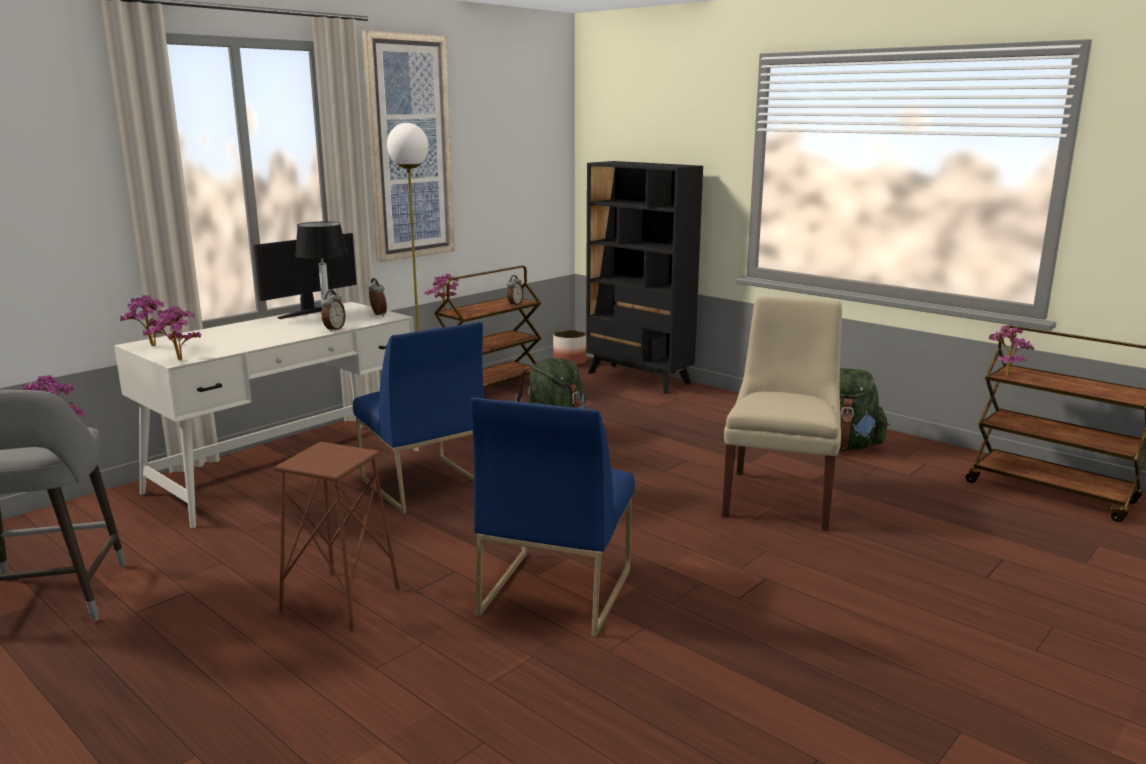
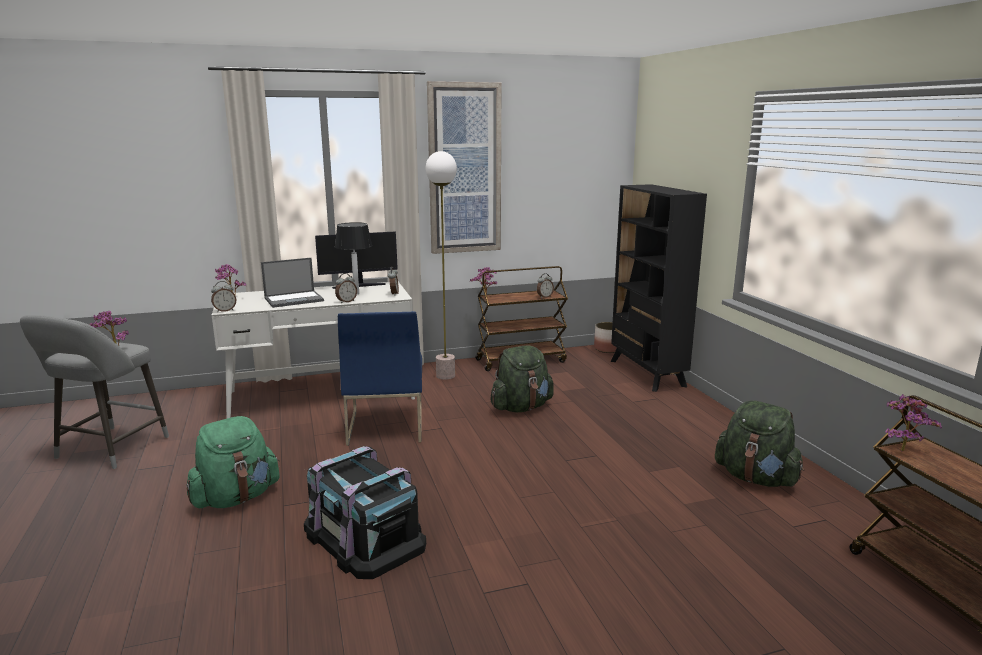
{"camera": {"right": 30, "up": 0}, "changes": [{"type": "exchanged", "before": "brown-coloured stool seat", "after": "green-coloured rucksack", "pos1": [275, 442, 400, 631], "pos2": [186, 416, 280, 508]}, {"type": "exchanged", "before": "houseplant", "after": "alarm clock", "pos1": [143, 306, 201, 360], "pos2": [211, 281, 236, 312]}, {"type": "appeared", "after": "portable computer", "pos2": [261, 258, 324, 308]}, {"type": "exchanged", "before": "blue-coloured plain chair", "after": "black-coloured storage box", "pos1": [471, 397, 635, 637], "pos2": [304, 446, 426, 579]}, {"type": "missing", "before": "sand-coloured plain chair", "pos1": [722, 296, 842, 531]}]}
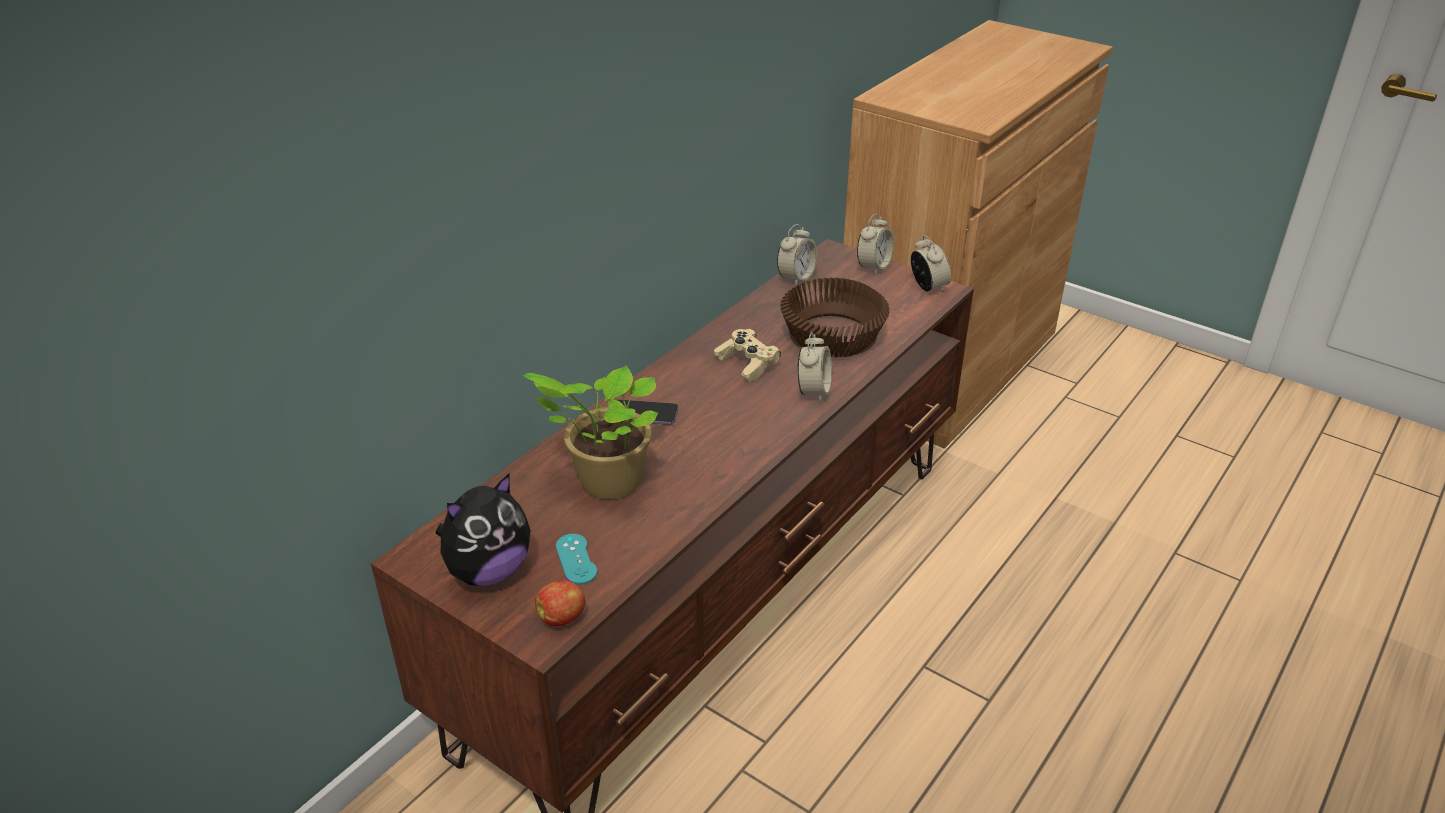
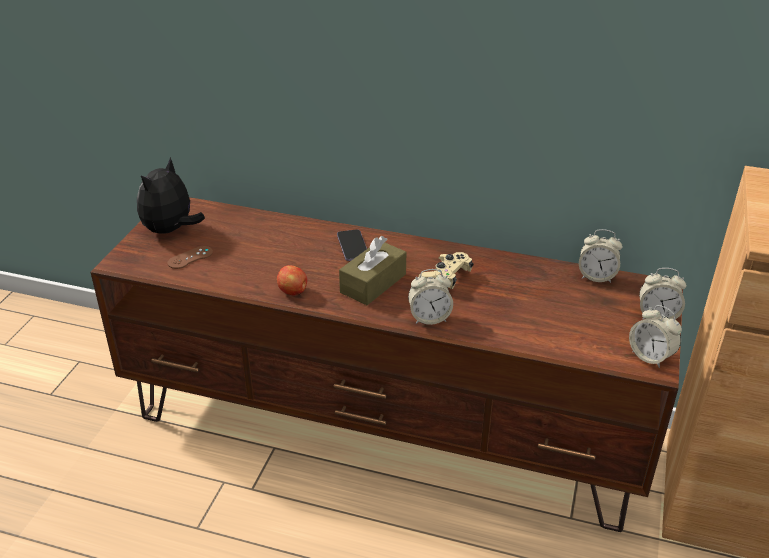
{"camera": {"right": 70, "up": 0}, "changes": [{"type": "spun", "before": "plush toy", "pos1": [436, 474, 531, 586], "pos2": [137, 157, 205, 234], "turn": 90}, {"type": "colour", "before": "turquoise-coloured game controller", "after": "brown-coloured game controller", "pos1": [556, 534, 597, 584], "pos2": [168, 246, 213, 269]}, {"type": "relocated", "before": "apple fruit", "pos1": [535, 580, 585, 626], "pos2": [277, 265, 307, 295]}, {"type": "appeared", "after": "brown-coloured box of tissues", "pos2": [339, 236, 406, 305]}, {"type": "spun", "before": "alarm clock", "pos1": [911, 235, 951, 293], "pos2": [629, 305, 682, 368], "turn": 90}, {"type": "missing", "before": "houseplant", "pos1": [524, 366, 658, 499]}, {"type": "missing", "before": "brown-coloured bowl", "pos1": [780, 278, 890, 358]}]}
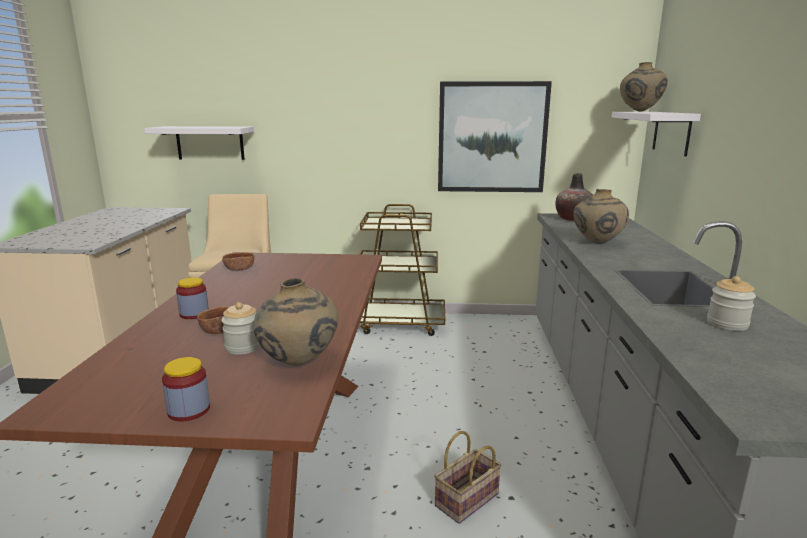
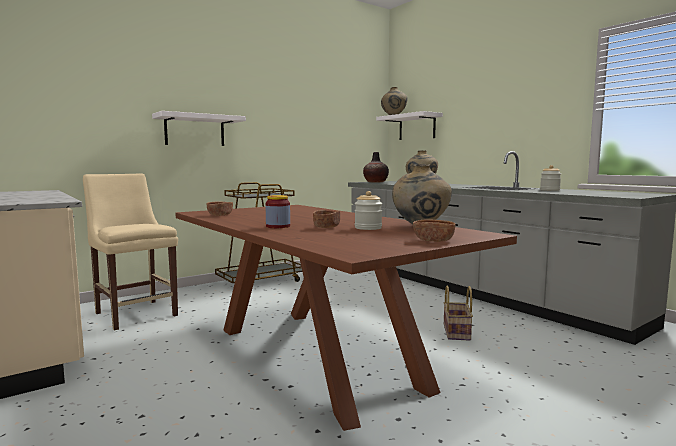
{"camera": {"right": -40, "up": -10}, "changes": [{"type": "relocated", "before": "white wall shelf", "pos1": [144, 126, 254, 160], "pos2": [152, 111, 246, 146]}, {"type": "exchanged", "before": "jar", "after": "brown-coloured bowl", "pos1": [162, 357, 210, 422], "pos2": [413, 219, 456, 242]}, {"type": "missing", "before": "wall art", "pos1": [438, 81, 552, 192]}]}
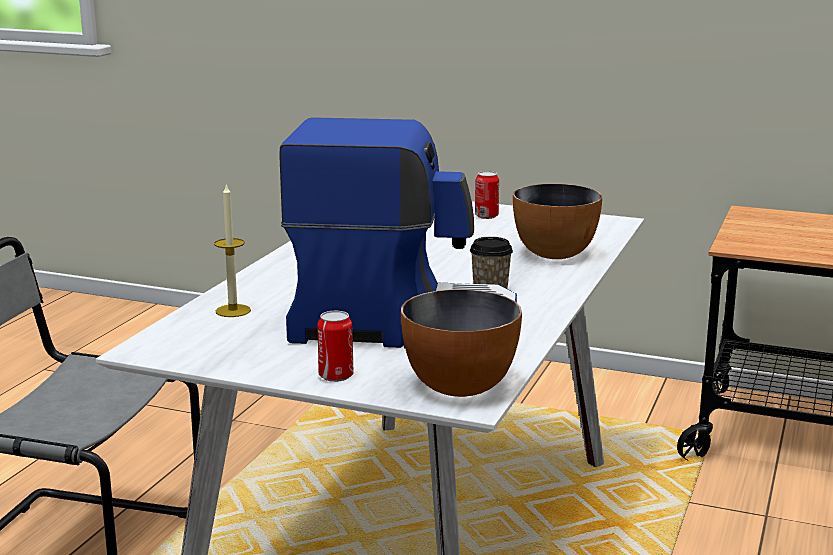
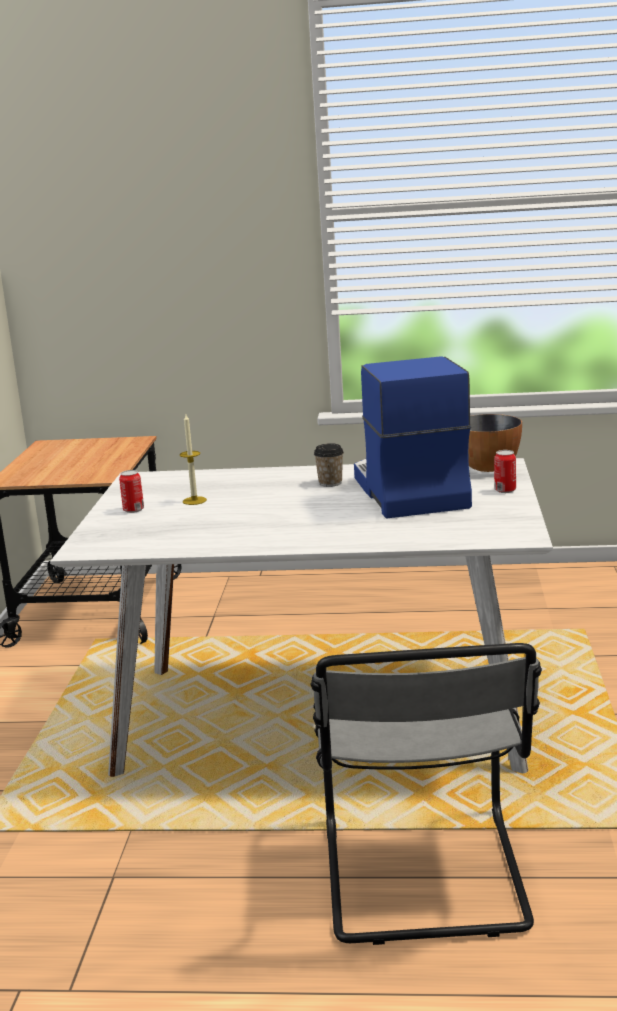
{"camera": {"right": -105, "up": 0}, "changes": [{"type": "relocated", "before": "wax candle", "pos1": [214, 183, 251, 317], "pos2": [180, 414, 207, 505]}, {"type": "missing", "before": "bowl", "pos1": [513, 184, 602, 259]}]}
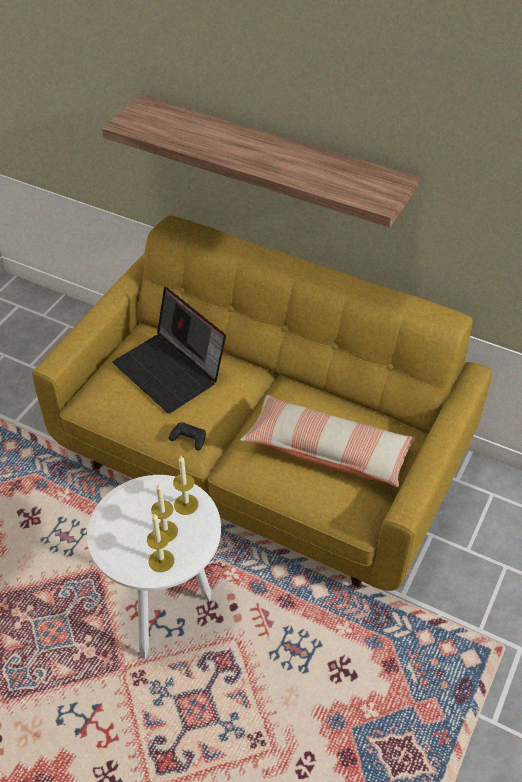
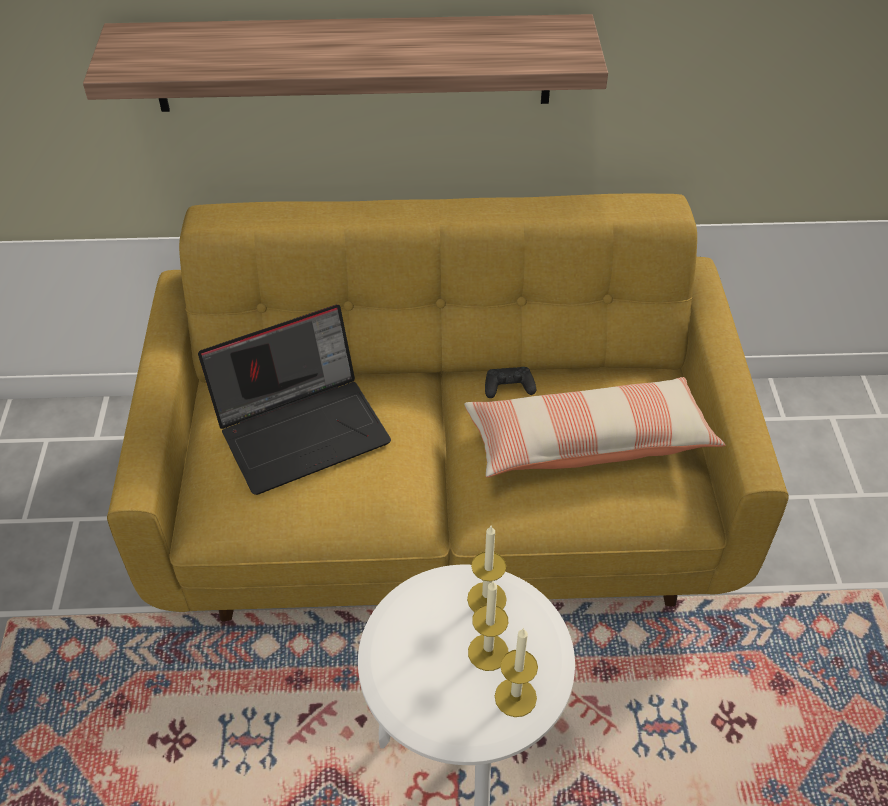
{"camera": {"right": -30, "up": 0}, "changes": [{"type": "spun", "before": "portable computer", "pos1": [112, 287, 226, 414], "pos2": [198, 305, 391, 495], "turn": -45}, {"type": "relocated", "before": "black-coloured game controller", "pos1": [169, 422, 206, 450], "pos2": [485, 367, 536, 398]}]}
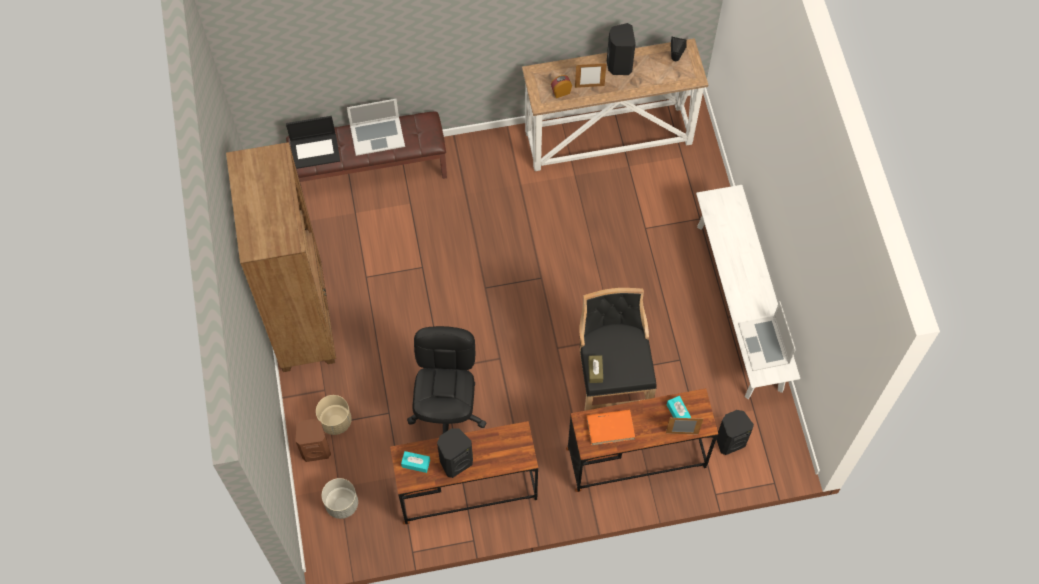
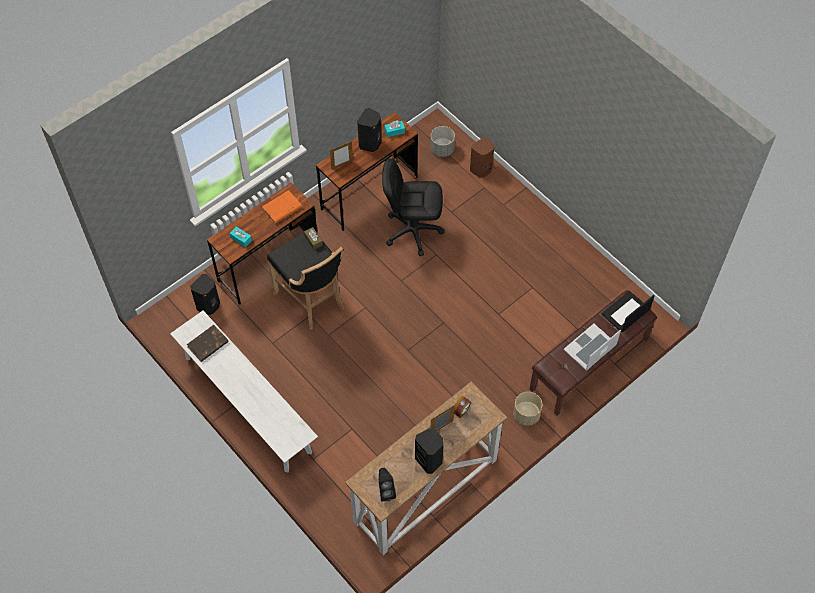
{"camera": {"right": 150, "up": -5}, "changes": [{"type": "exchanged", "before": "portable computer", "after": "brown-coloured volume", "pos1": [738, 301, 796, 371], "pos2": [187, 325, 229, 362]}, {"type": "relocated", "before": "picture frame", "pos1": [666, 418, 703, 434], "pos2": [330, 141, 353, 170]}, {"type": "spun", "before": "black-coloured office chair", "pos1": [407, 326, 486, 434], "pos2": [382, 158, 444, 256], "turn": 120}, {"type": "relocated", "before": "sand-coloured plant pot", "pos1": [316, 395, 352, 435], "pos2": [513, 392, 542, 426]}, {"type": "missing", "before": "brown-coloured shelving unit", "pos1": [226, 142, 336, 372]}]}
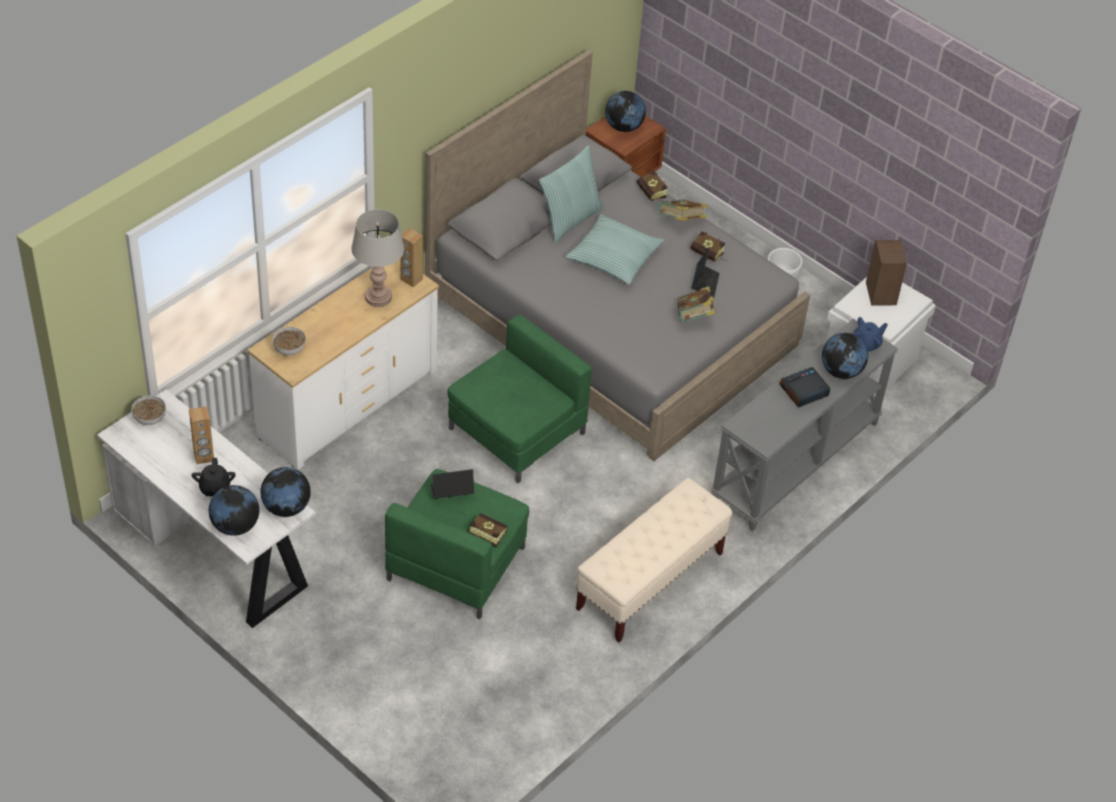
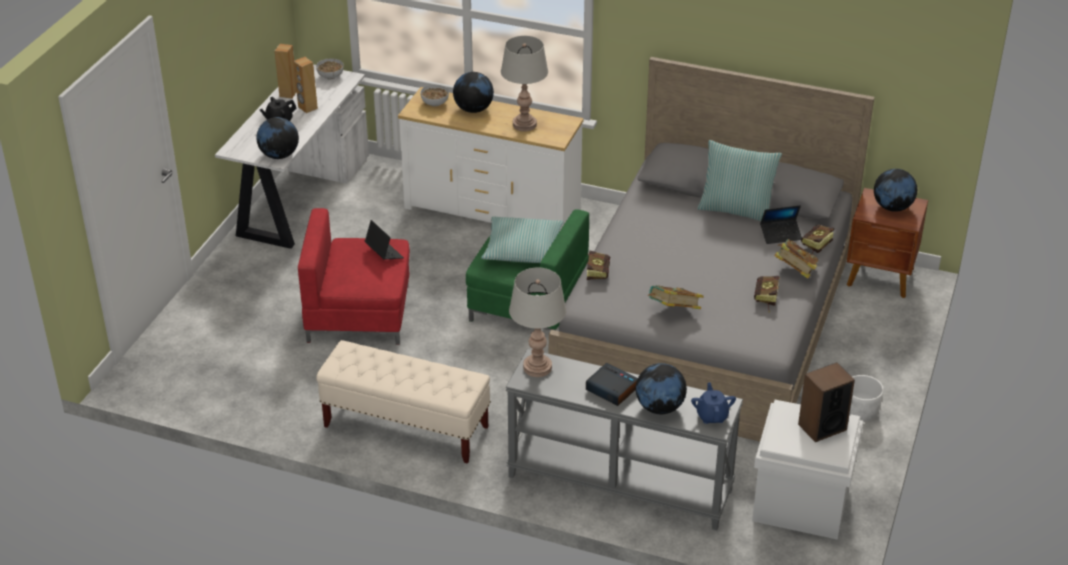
{"camera": {"right": 70, "up": -10}, "changes": [{"type": "relocated", "before": "brown-coloured loudspeaker", "pos1": [400, 228, 423, 287], "pos2": [275, 44, 297, 99]}, {"type": "colour", "before": "green-coloured armchair", "after": "red-coloured armchair", "pos1": [385, 469, 529, 619], "pos2": [298, 208, 410, 345]}, {"type": "relocated", "before": "world globe", "pos1": [209, 485, 259, 536], "pos2": [453, 72, 494, 113]}, {"type": "relocated", "before": "pillow", "pos1": [566, 214, 665, 284], "pos2": [481, 217, 564, 263]}, {"type": "appeared", "after": "greyish lamp for a table", "pos2": [509, 268, 566, 377]}, {"type": "relocated", "before": "volume", "pos1": [465, 513, 508, 547], "pos2": [586, 251, 610, 280]}, {"type": "spun", "before": "blue-coloured tea pot", "pos1": [852, 317, 888, 351], "pos2": [691, 382, 736, 424], "turn": -135}, {"type": "relocated", "before": "portable computer", "pos1": [692, 248, 720, 298], "pos2": [760, 205, 802, 244]}]}
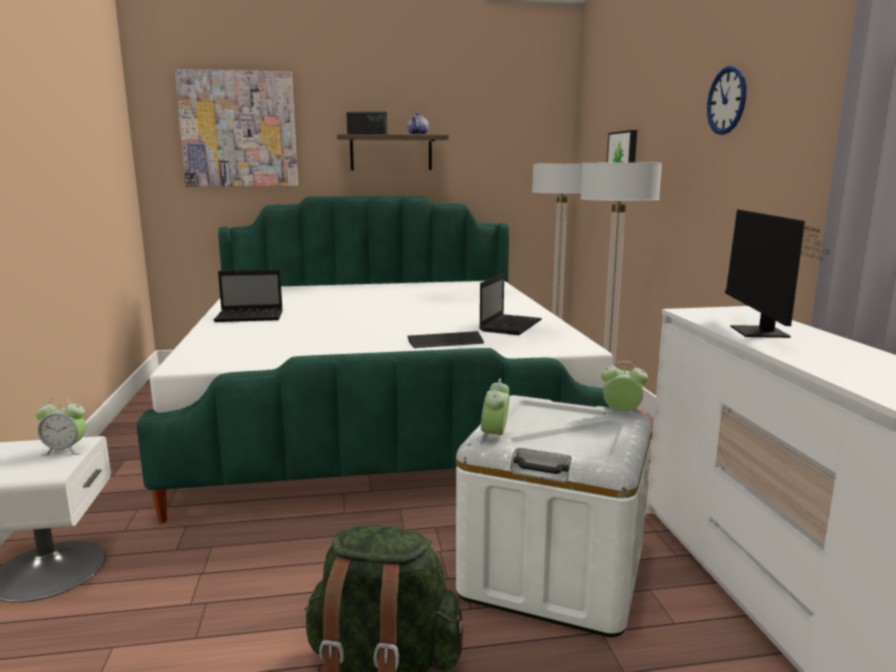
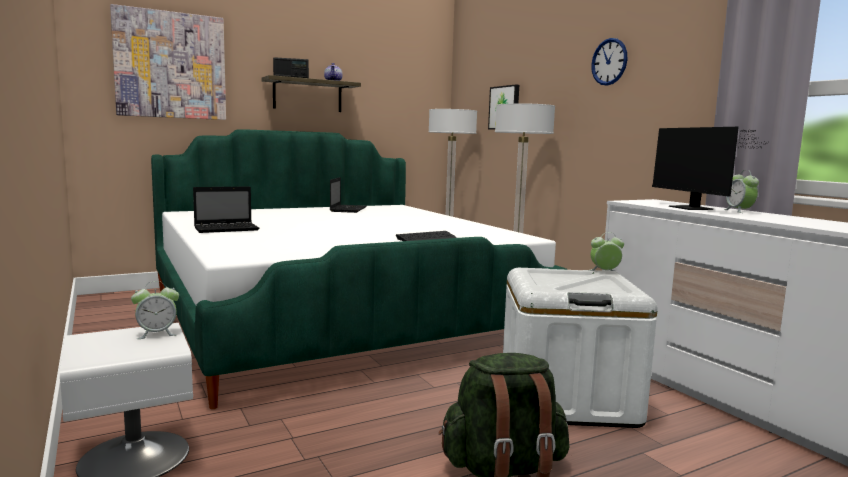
{"camera": {"right": -20, "up": -5}, "changes": [{"type": "relocated", "before": "portable computer", "pos1": [479, 274, 542, 335], "pos2": [330, 177, 366, 213]}, {"type": "relocated", "before": "alarm clock", "pos1": [480, 379, 509, 444], "pos2": [723, 170, 759, 213]}]}
